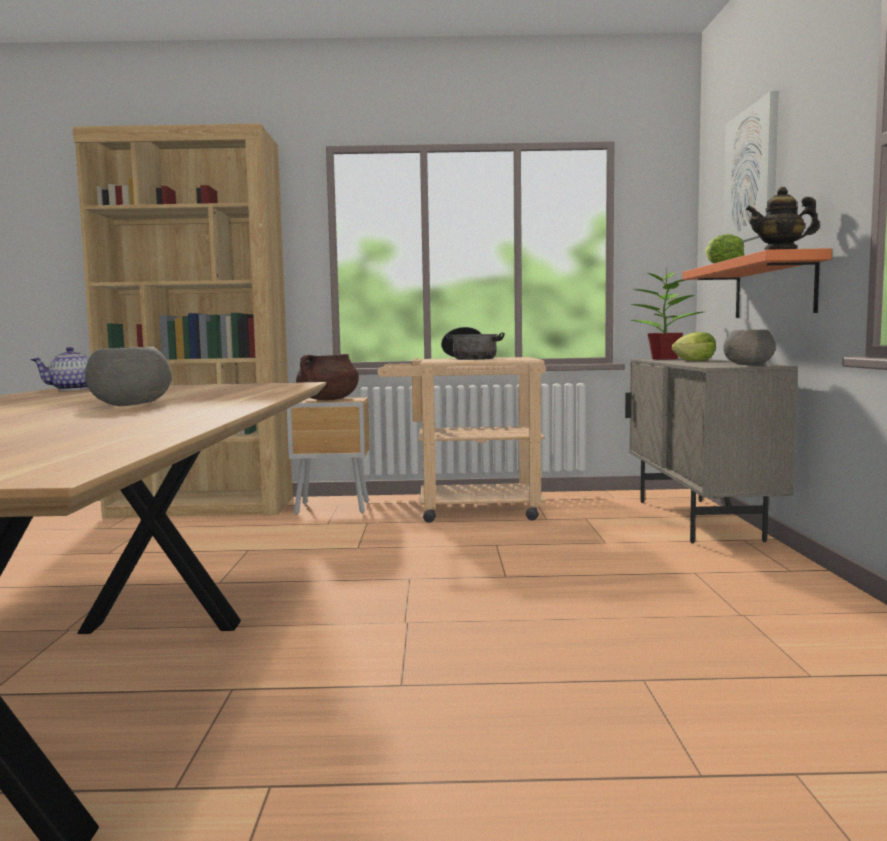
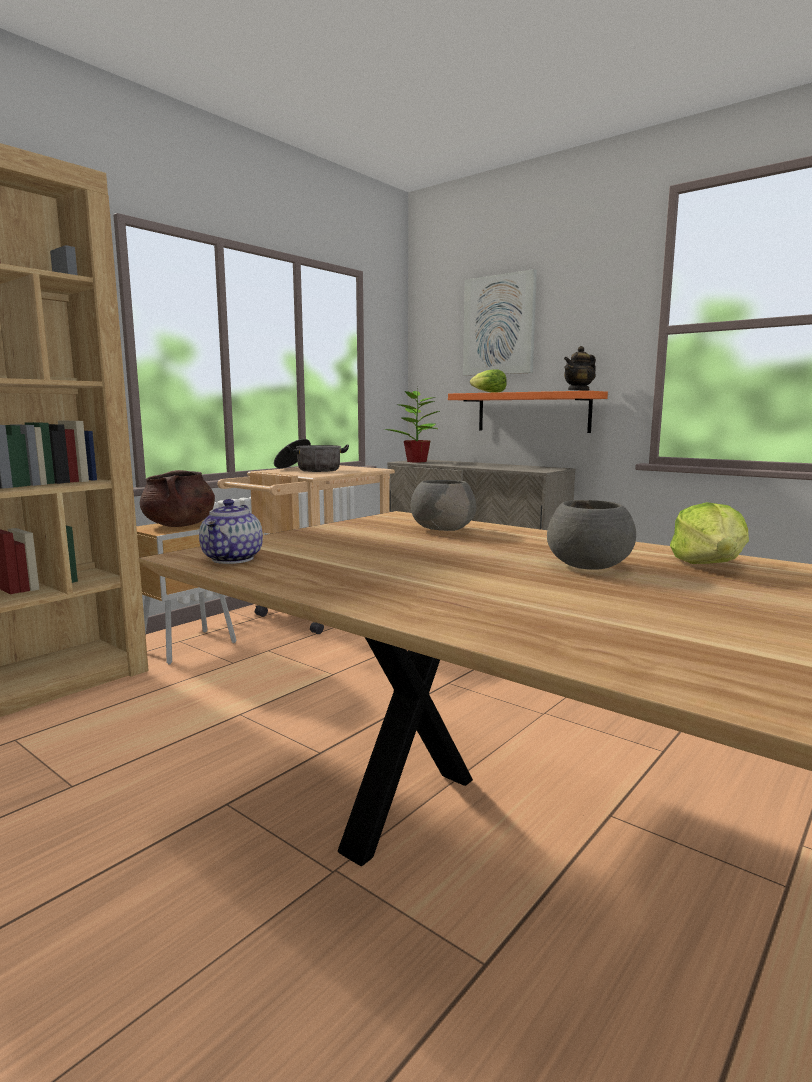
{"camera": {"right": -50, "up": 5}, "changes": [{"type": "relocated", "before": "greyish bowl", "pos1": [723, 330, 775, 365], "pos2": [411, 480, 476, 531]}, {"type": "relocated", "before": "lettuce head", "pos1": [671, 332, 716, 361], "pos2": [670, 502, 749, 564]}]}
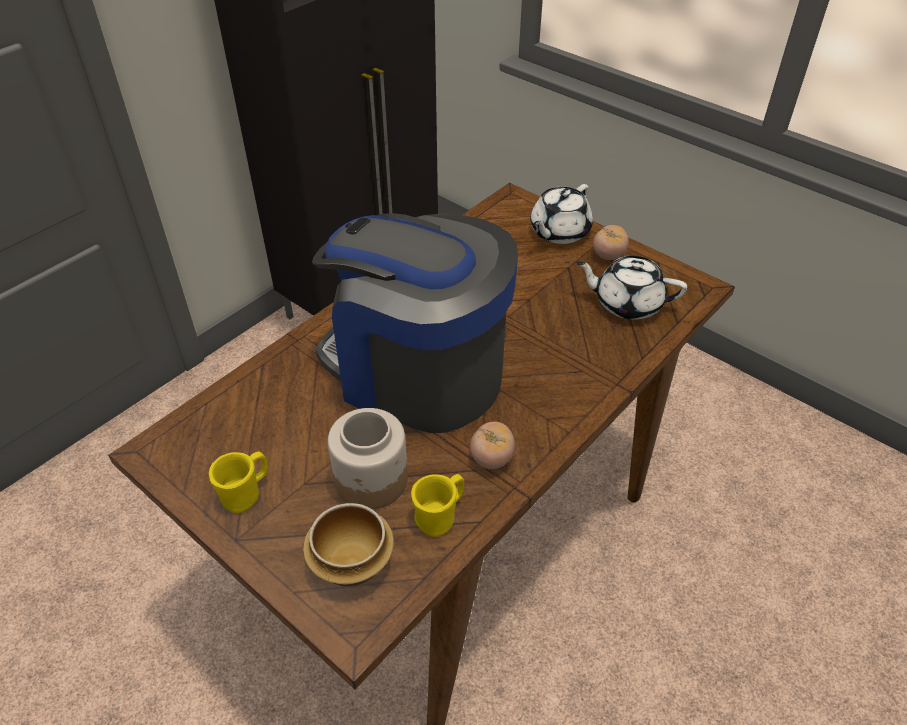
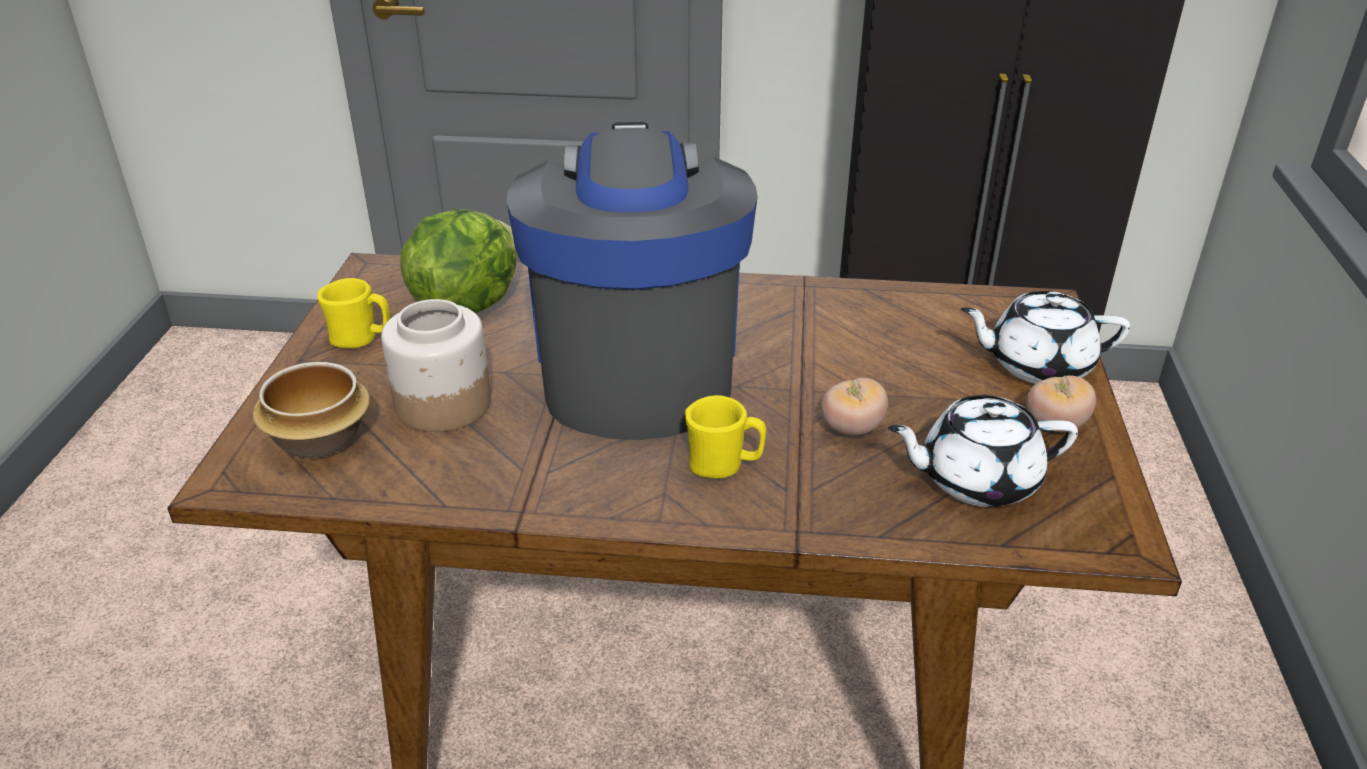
{"camera": {"right": 55, "up": -10}, "changes": [{"type": "appeared", "after": "lettuce head", "pos2": [400, 209, 518, 313]}, {"type": "relocated", "before": "yellow coffee mug", "pos1": [411, 474, 464, 537], "pos2": [685, 395, 766, 478]}, {"type": "relocated", "before": "fresh tomato", "pos1": [470, 421, 515, 469], "pos2": [821, 378, 888, 435]}, {"type": "spun", "before": "white tea pot", "pos1": [576, 256, 687, 320], "pos2": [888, 395, 1078, 507], "turn": -75}]}
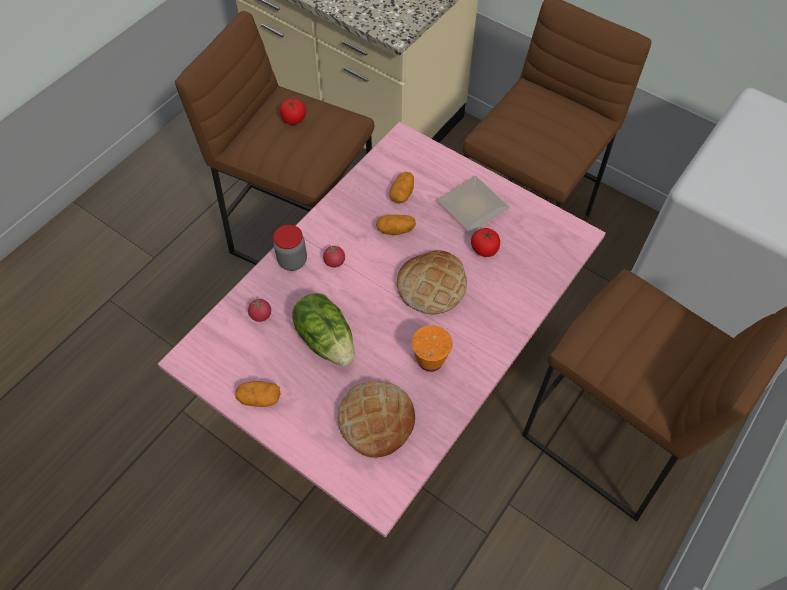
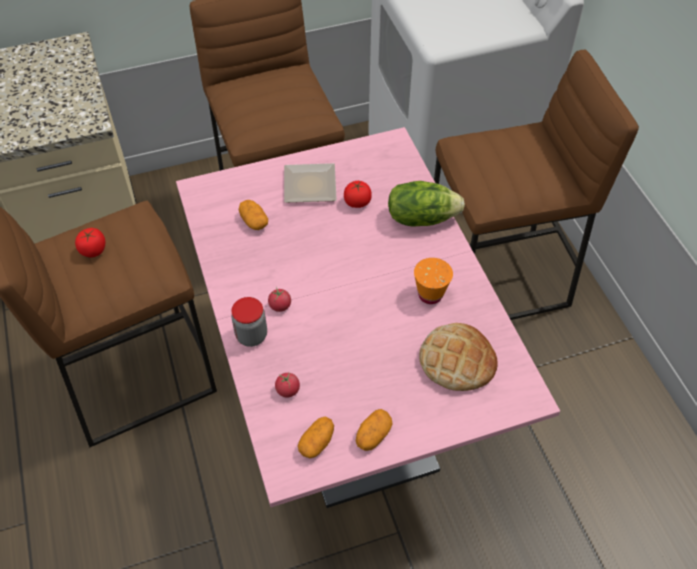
{"camera": {"right": -55, "up": -5}, "changes": [{"type": "relocated", "before": "whole potato", "pos1": [376, 215, 416, 235], "pos2": [298, 416, 334, 458]}, {"type": "relocated", "before": "lettuce head", "pos1": [292, 293, 355, 366], "pos2": [388, 181, 465, 227]}, {"type": "missing", "before": "bakery bread", "pos1": [397, 250, 467, 314]}]}
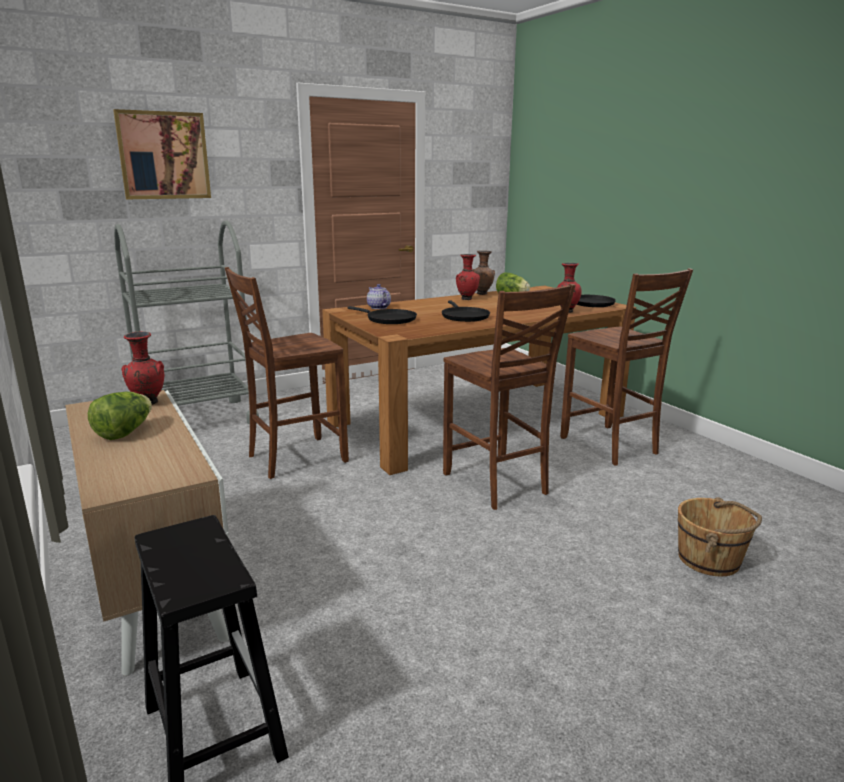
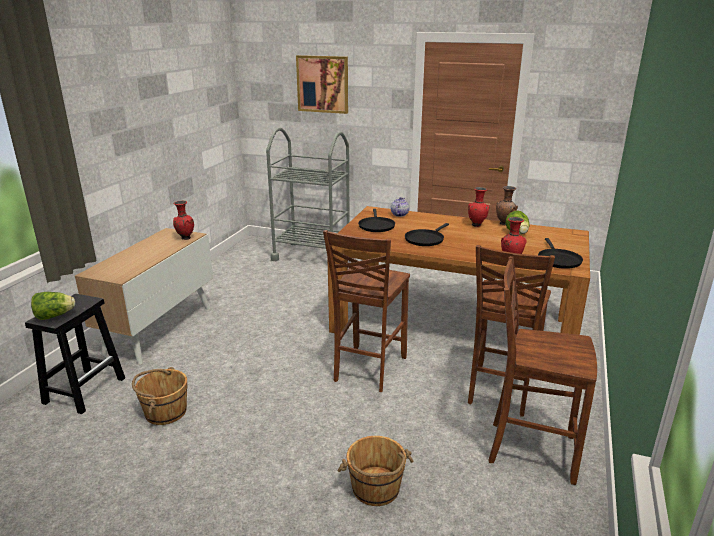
{"camera": {"right": 50, "up": 5}, "changes": [{"type": "relocated", "before": "lettuce head", "pos1": [88, 392, 152, 440], "pos2": [31, 292, 75, 320]}, {"type": "appeared", "after": "brown-coloured pail", "pos2": [132, 367, 188, 425]}, {"type": "relocated", "before": "brown-coloured plain chair", "pos1": [225, 267, 349, 479], "pos2": [488, 256, 597, 485]}]}
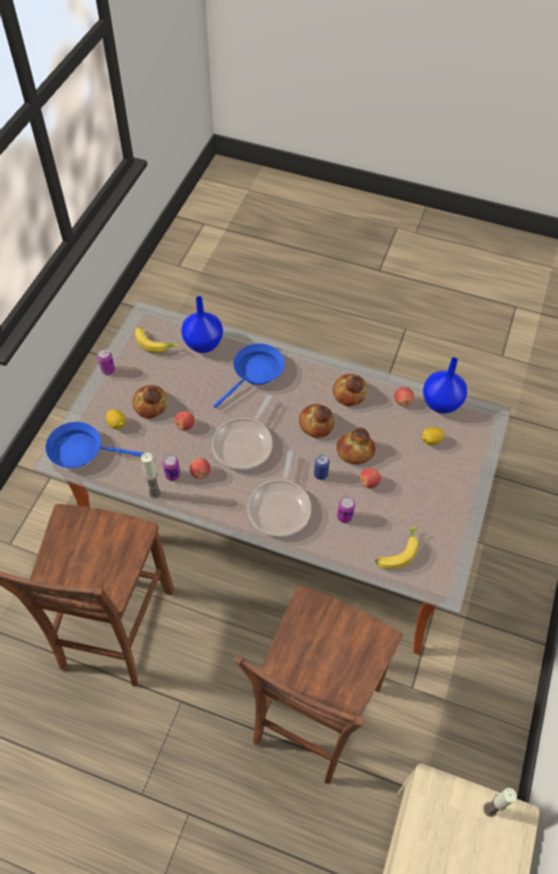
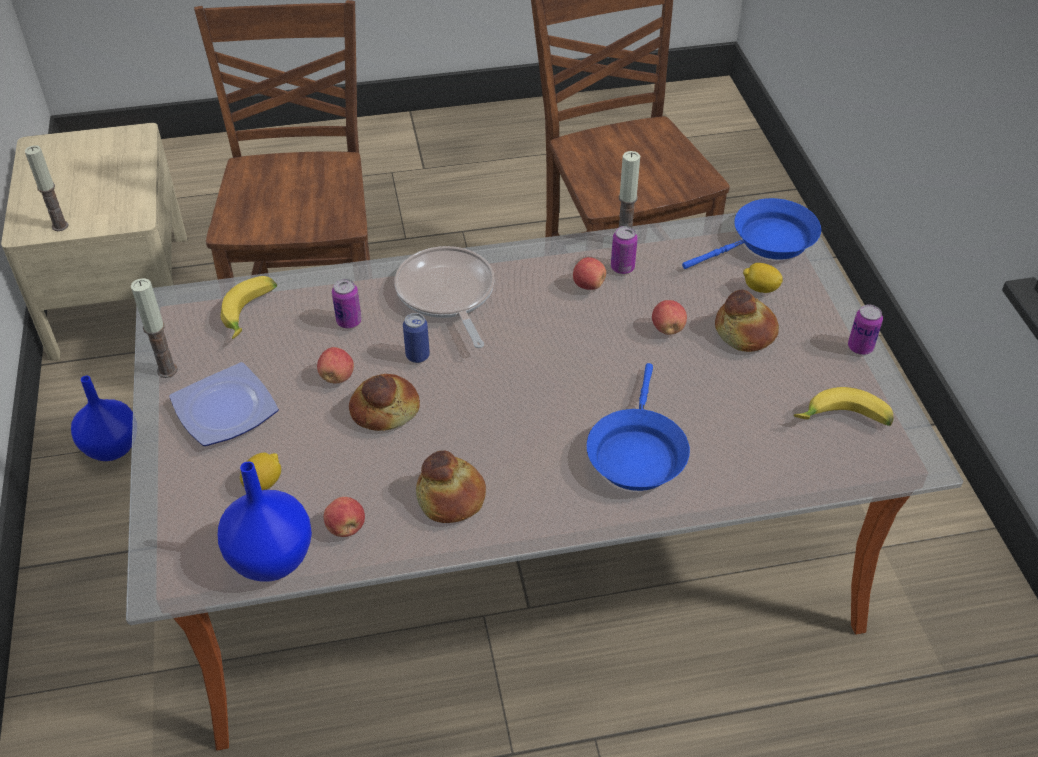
{"camera": {"right": 150, "up": -10}, "changes": [{"type": "relocated", "before": "blue-coloured vase", "pos1": [181, 296, 223, 353], "pos2": [71, 376, 133, 461]}, {"type": "appeared", "after": "wax candle", "pos2": [131, 278, 177, 378]}, {"type": "appeared", "after": "flat dish", "pos2": [169, 362, 279, 446]}, {"type": "missing", "before": "skillet", "pos1": [212, 395, 273, 470]}, {"type": "missing", "before": "bakery bread", "pos1": [299, 404, 334, 438]}]}
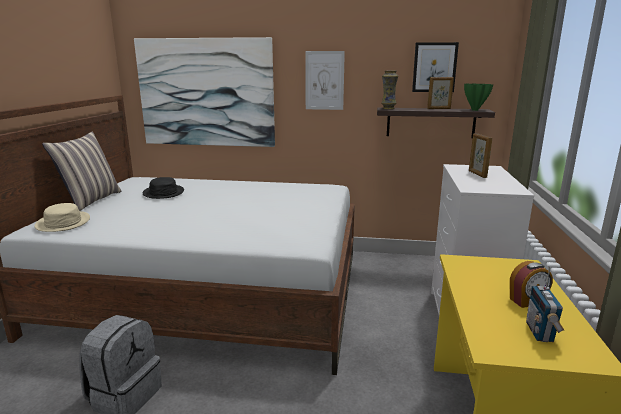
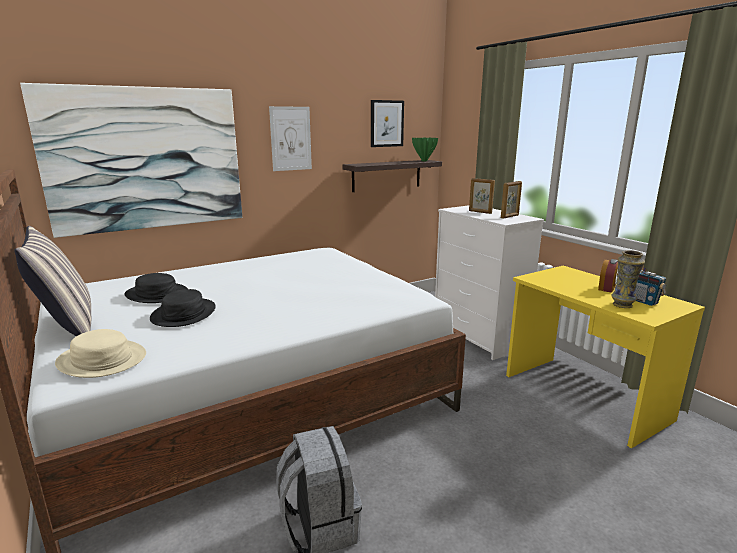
{"camera": {"right": -40, "up": 0}, "changes": [{"type": "appeared", "after": "black-coloured hat", "pos2": [150, 289, 216, 327]}, {"type": "relocated", "before": "picture frame", "pos1": [427, 77, 454, 109], "pos2": [501, 181, 522, 219]}, {"type": "relocated", "before": "vase", "pos1": [381, 70, 398, 109], "pos2": [611, 250, 645, 308]}]}
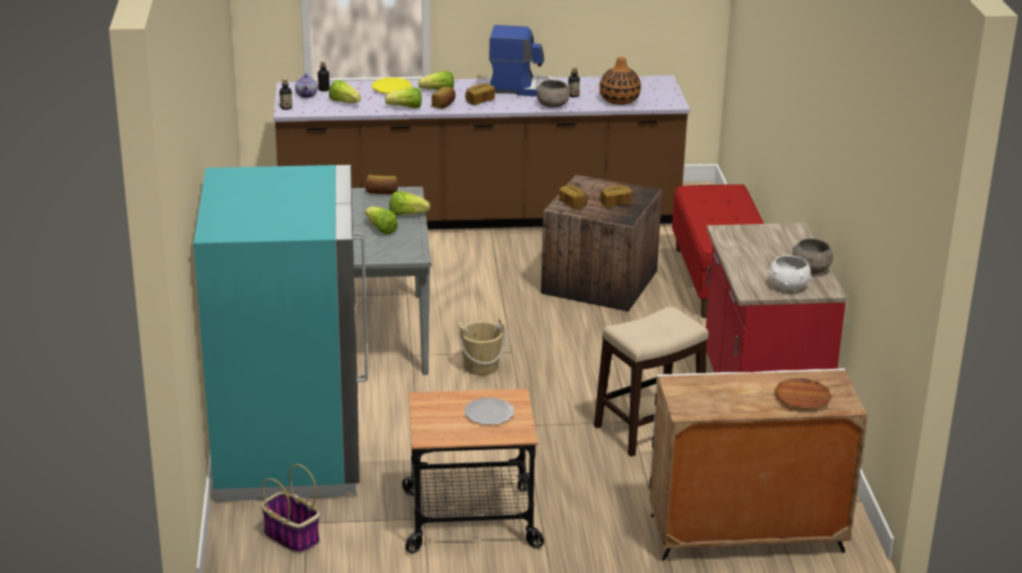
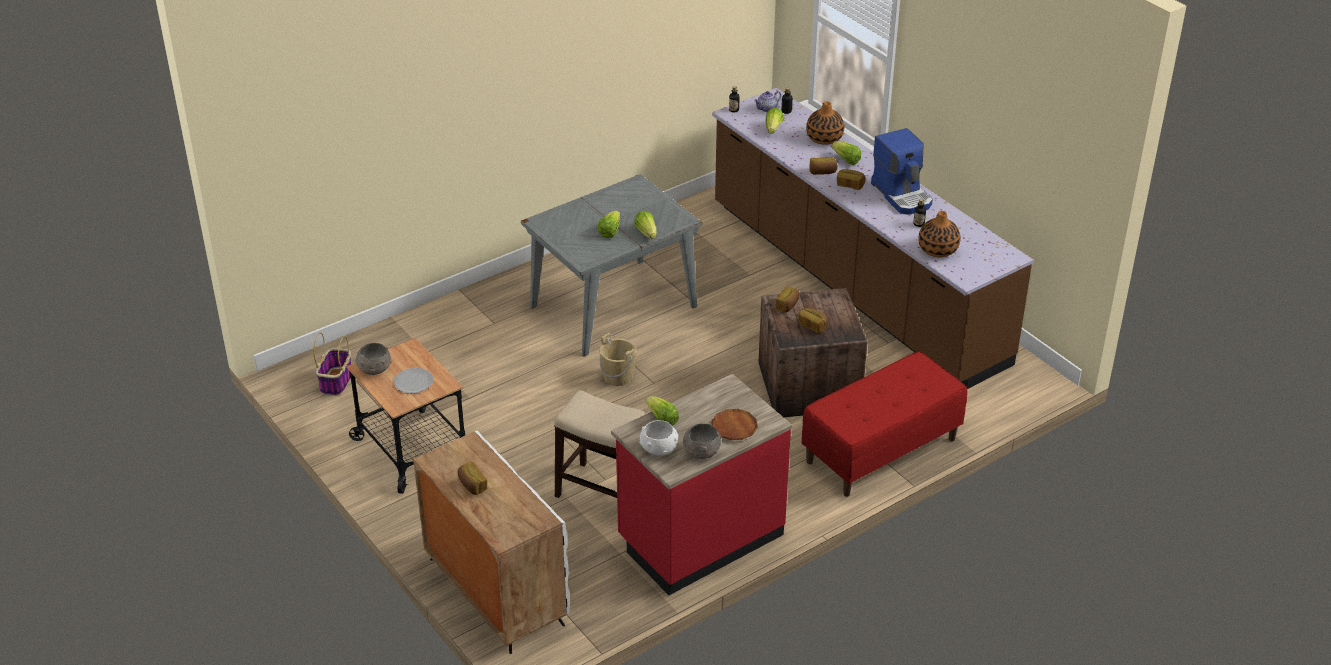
{"camera": {"right": 60, "up": 10}, "changes": [{"type": "relocated", "before": "greyish bowl", "pos1": [537, 80, 570, 108], "pos2": [355, 343, 392, 375]}, {"type": "relocated", "before": "bakery bread", "pos1": [365, 175, 398, 194], "pos2": [458, 462, 487, 495]}, {"type": "relocated", "before": "lettuce head", "pos1": [385, 87, 422, 108], "pos2": [645, 396, 679, 426]}, {"type": "relocated", "before": "brown-coloured flat dish", "pos1": [774, 378, 832, 409], "pos2": [711, 409, 758, 440]}, {"type": "exchanged", "before": "yellow flat dish", "after": "vase", "pos1": [371, 77, 412, 94], "pos2": [806, 101, 844, 145]}, {"type": "missing", "before": "turquoise-coloured refrigerator", "pos1": [194, 165, 368, 501]}]}
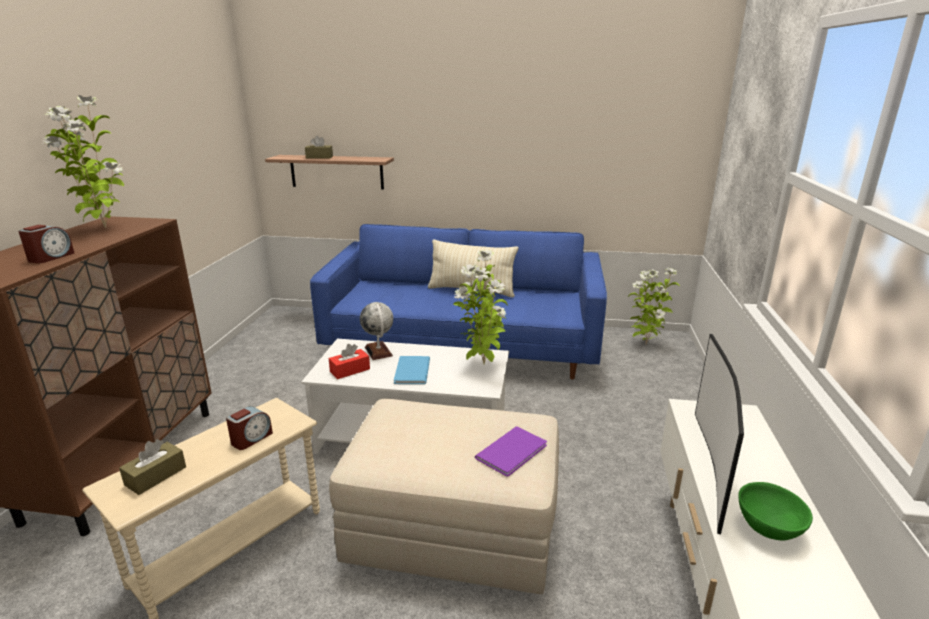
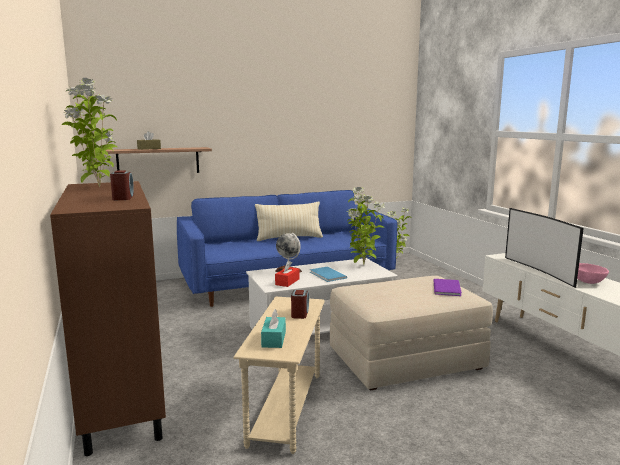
{"camera": {"right": -30, "up": -10}, "changes": [{"type": "colour", "before": "brown-coloured box of tissues", "after": "turquoise-coloured box of tissues", "pos1": [119, 439, 186, 495], "pos2": [261, 309, 286, 348]}, {"type": "colour", "before": "green-coloured bowl", "after": "pink bowl", "pos1": [738, 482, 813, 541], "pos2": [577, 263, 609, 284]}]}
